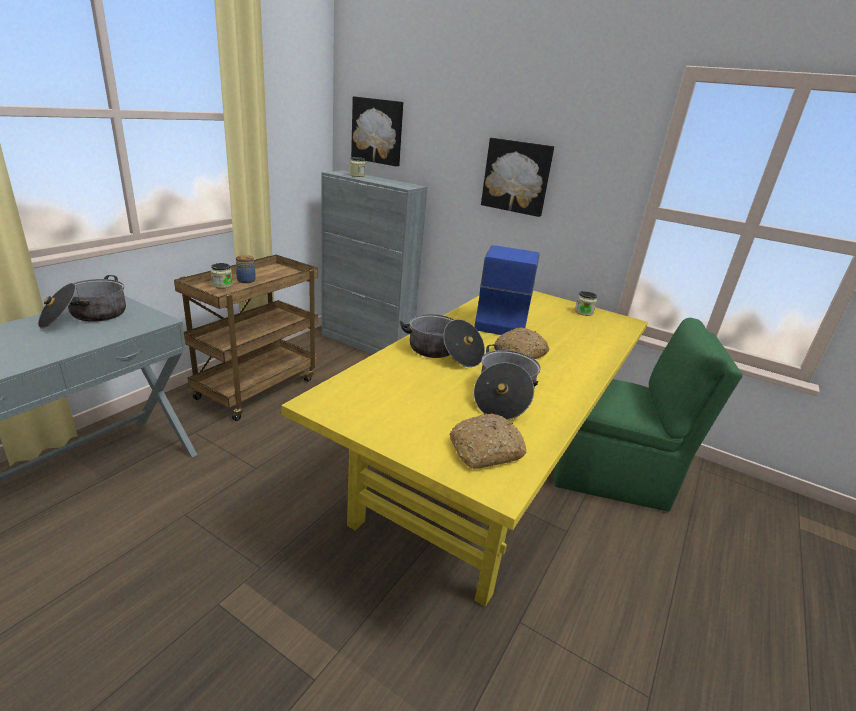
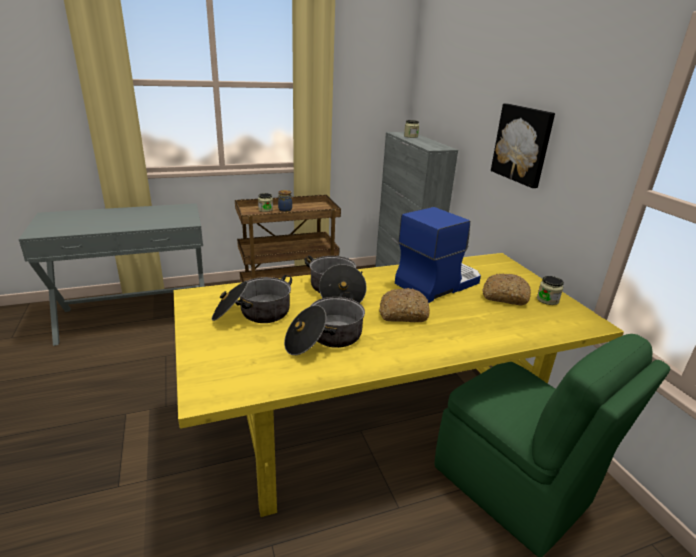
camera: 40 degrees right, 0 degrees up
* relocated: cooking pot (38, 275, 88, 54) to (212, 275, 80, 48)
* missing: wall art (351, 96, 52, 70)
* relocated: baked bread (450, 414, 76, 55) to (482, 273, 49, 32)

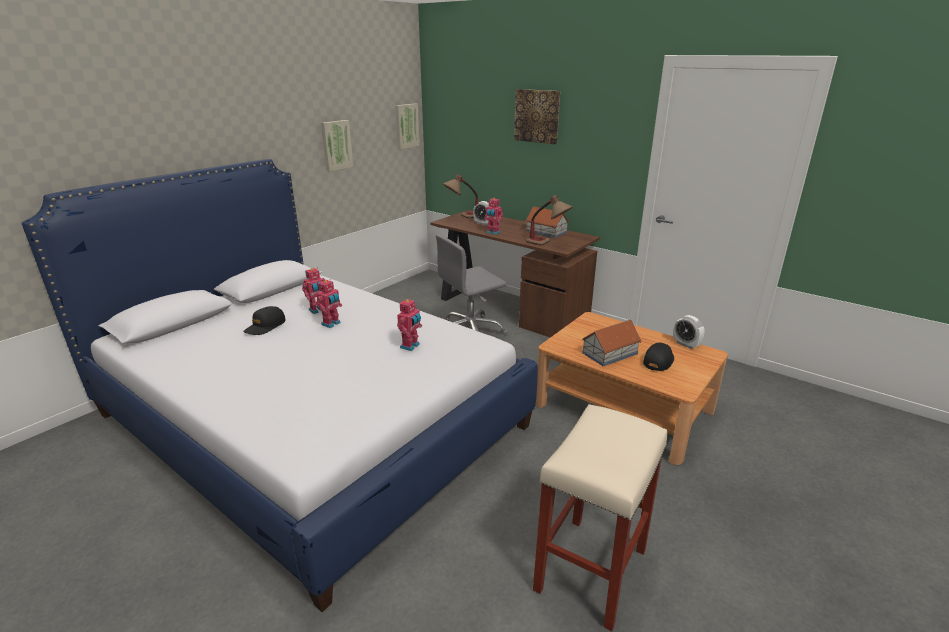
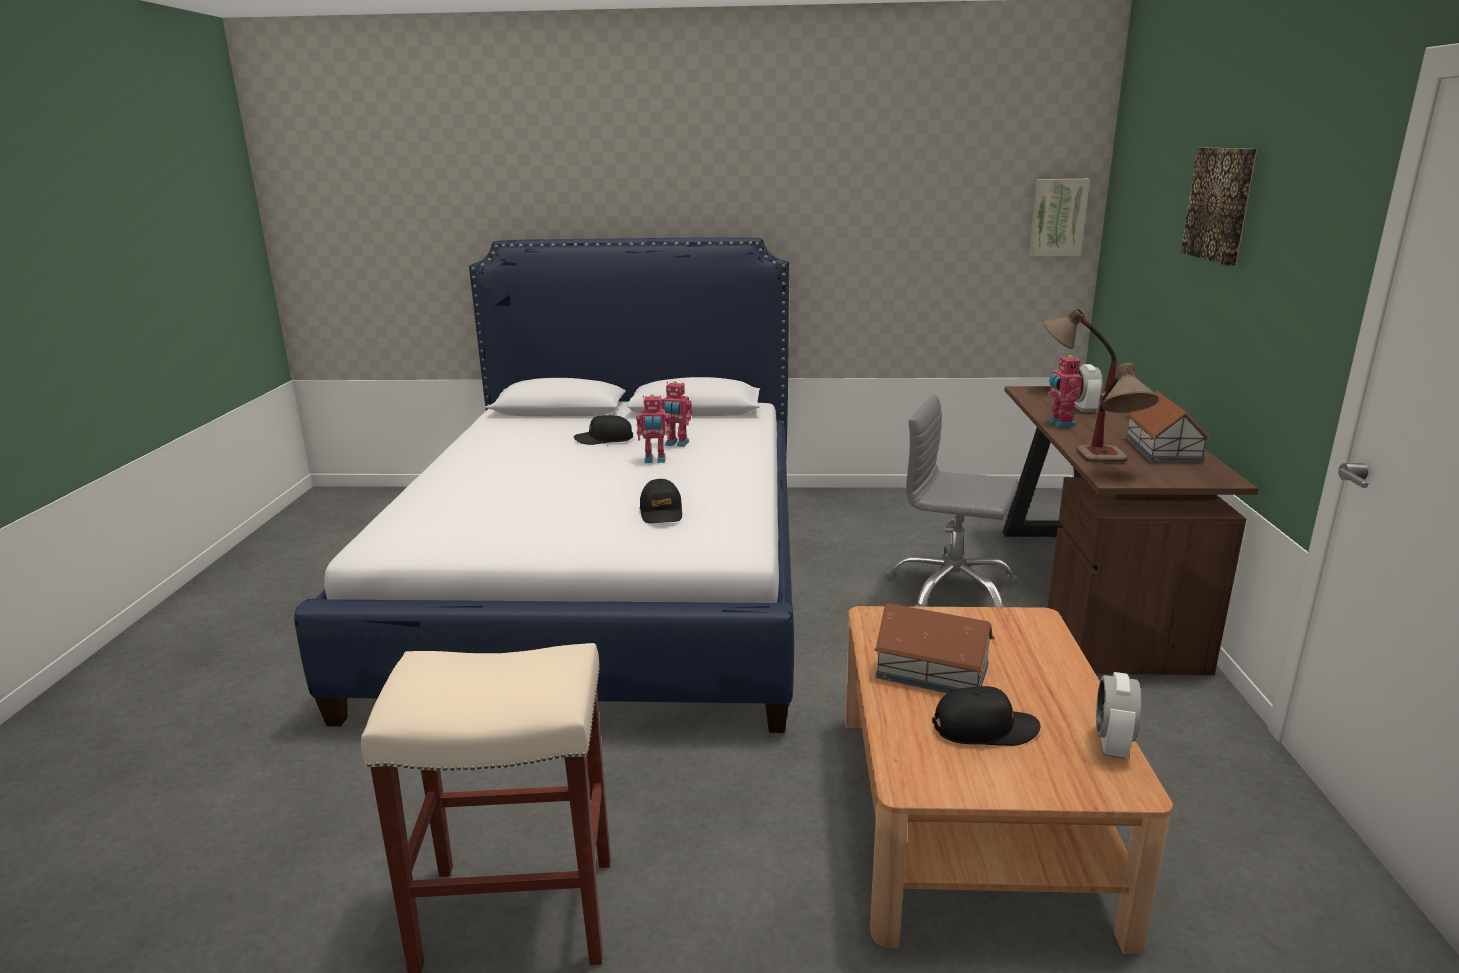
camera: 55 degrees right, 5 degrees down
* missing: wall art (321, 120, 32, 52)
* exchanged: robot figure (397, 298, 25, 53) to blackish cap (640, 479, 42, 44)

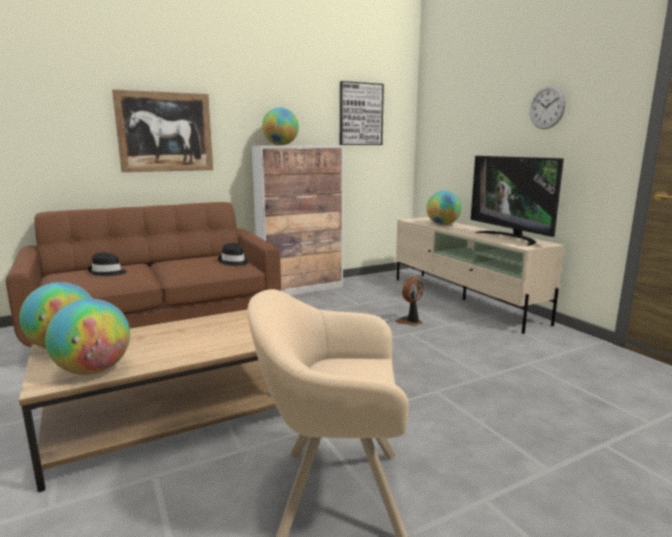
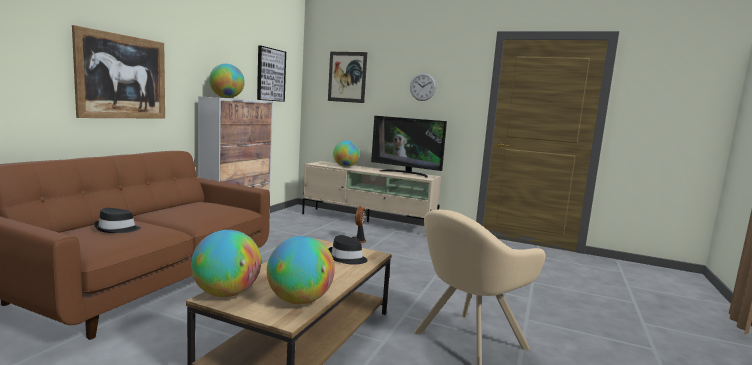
camera: 40 degrees left, 5 degrees down
* relocated: blackish wearable hat (218, 243, 31, 23) to (329, 235, 39, 30)
* appeared: wall art (328, 52, 39, 51)

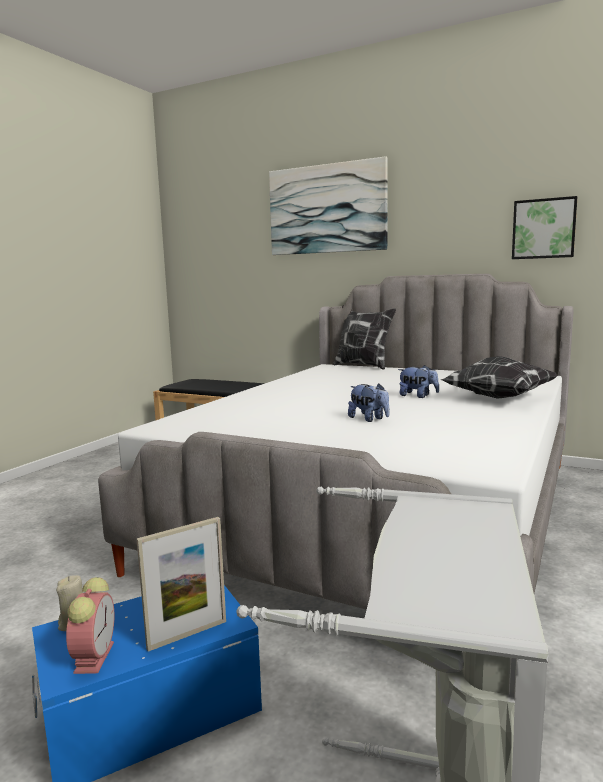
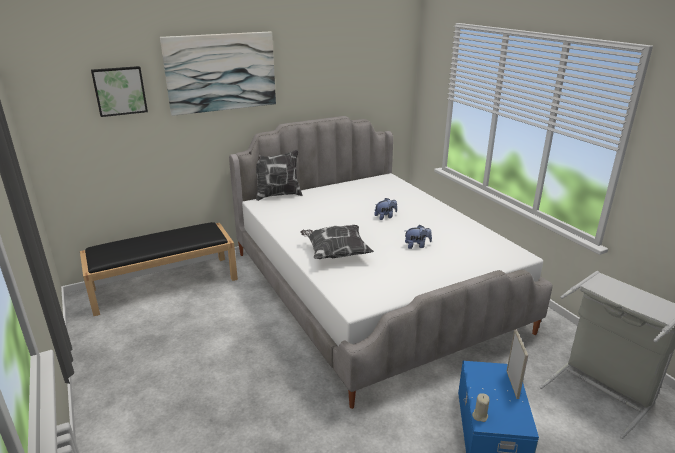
camera: 55 degrees left, 15 degrees up
* missing: table clock (66, 577, 48, 97)
* relocated: throw pillow (441, 356, 117, 43) to (300, 225, 74, 34)
* relocated: wall art (512, 196, 65, 63) to (91, 66, 57, 51)

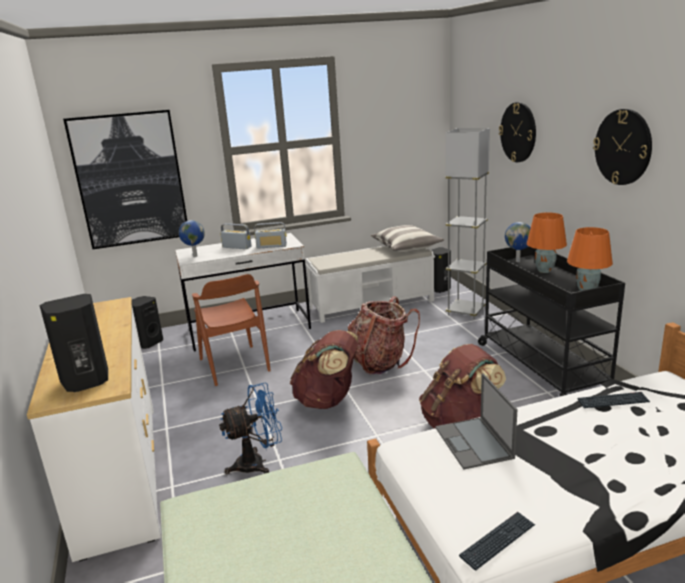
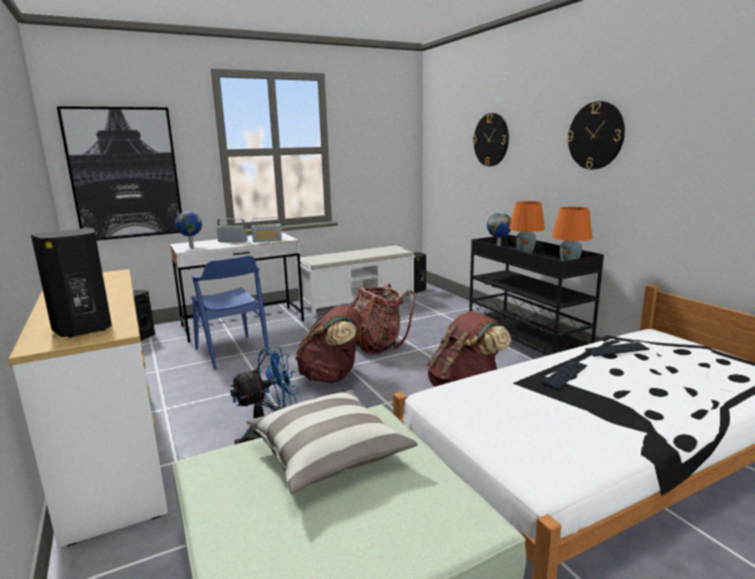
camera: 10 degrees left, 5 degrees down
* colour: brownish upright chair (192, 274, 79, 112) to blue upright chair (191, 256, 79, 114)
* relocated: throw pillow (370, 225, 74, 27) to (246, 390, 172, 104)
* missing: portable computer (435, 373, 83, 97)
* missing: greyish floor lamp (446, 128, 44, 192)
* relocated: keyboard (459, 512, 76, 58) to (542, 360, 46, 30)

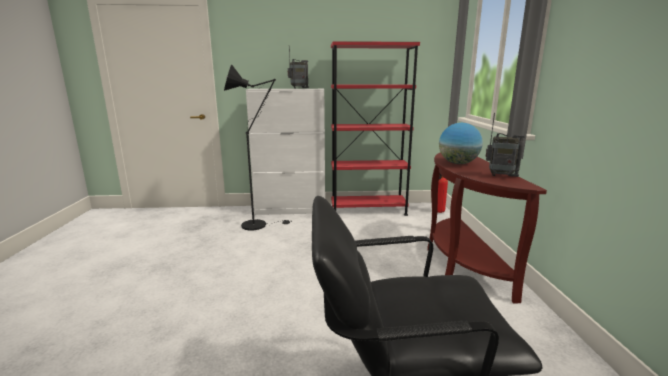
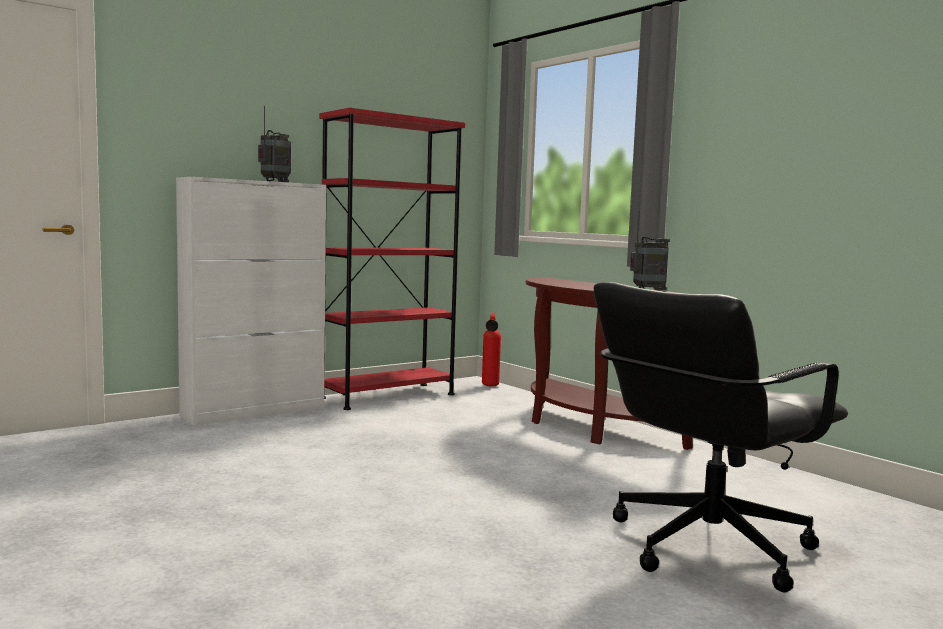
camera: 35 degrees left, 10 degrees down
* missing: blackish floor lamp (224, 64, 68, 166)
* missing: desk globe (439, 123, 44, 41)

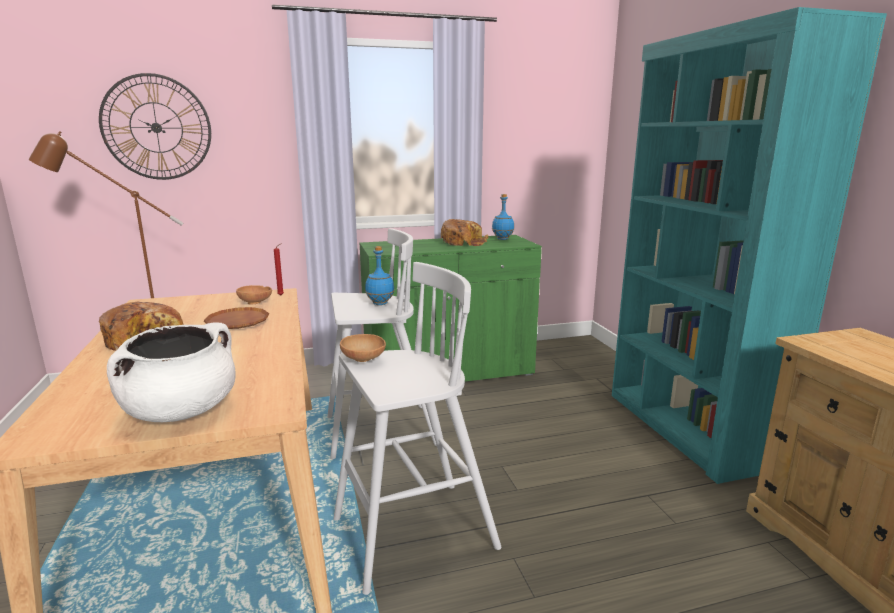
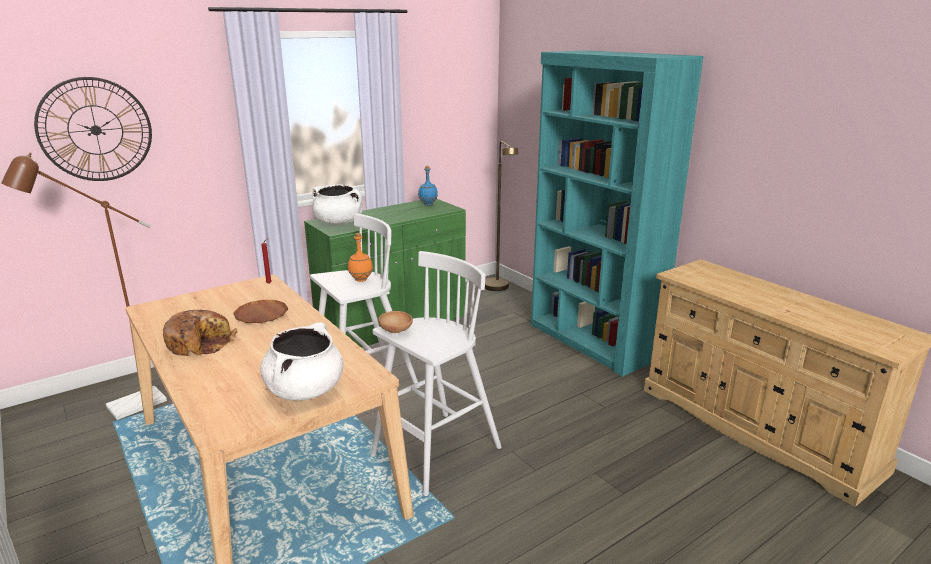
camera: 20 degrees left, 5 degrees up
* missing: brownish deep dish (236, 285, 36, 20)
* colour: blue bottle (365, 246, 29, 59) to orange bottle (348, 233, 25, 49)
* missing: baked bread (441, 219, 47, 27)
* appeared: white cooking pot (312, 184, 50, 40)
* appeared: brownish floor lamp (485, 141, 33, 150)

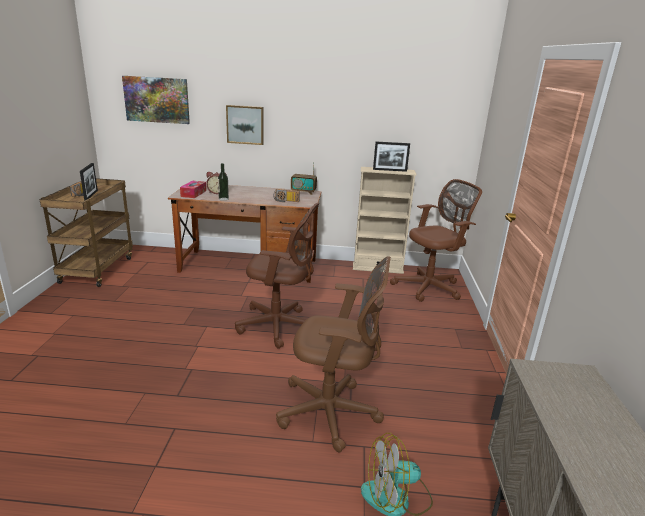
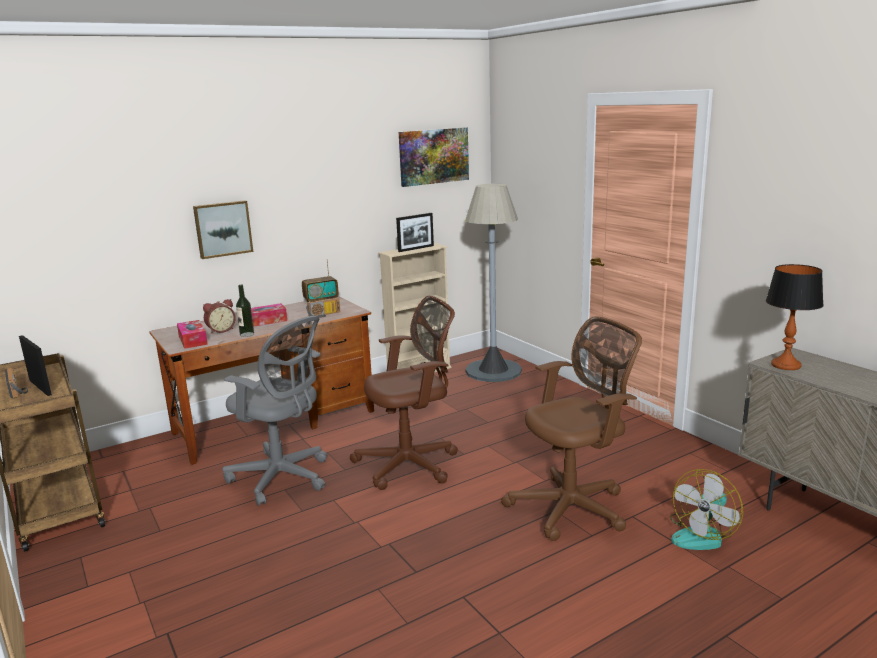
camera: 35 degrees left, 5 degrees down
* relocated: wall art (122, 76, 68, 48) to (399, 127, 70, 60)
* exchanged: brownish computer chair (390, 179, 92, 123) to greyish floor lamp (465, 184, 57, 198)
* appeared: greyish computer chair (222, 316, 105, 190)
* appeared: tissue holder (251, 303, 36, 24)
* appeared: tabletop lamp (766, 264, 58, 106)

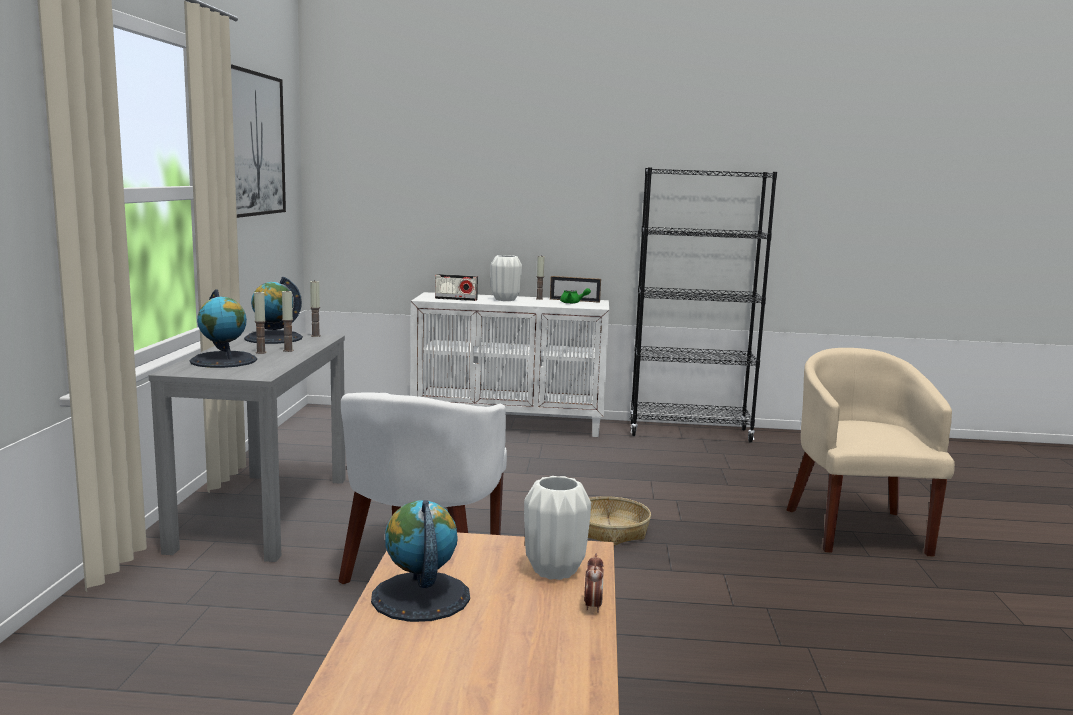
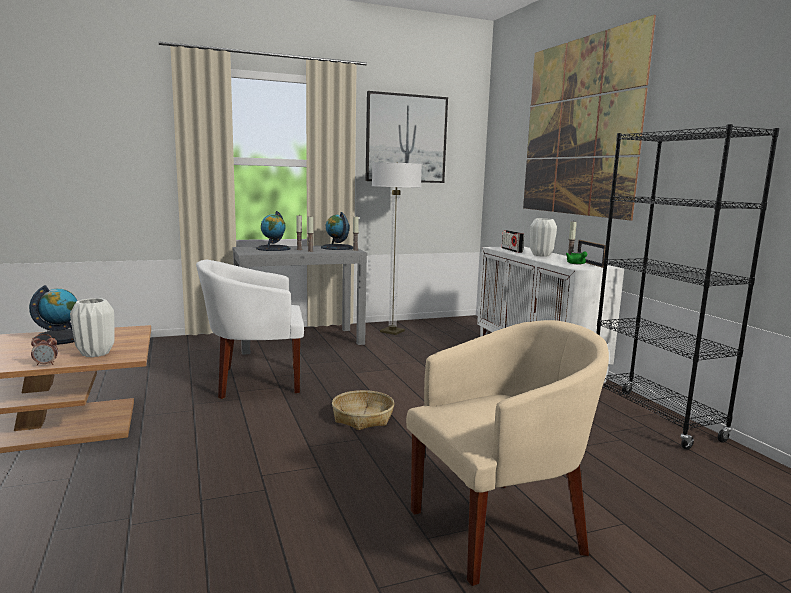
camera: 65 degrees right, 0 degrees up
* appeared: floor lamp (372, 162, 50, 173)
* appeared: wall art (523, 15, 133, 206)

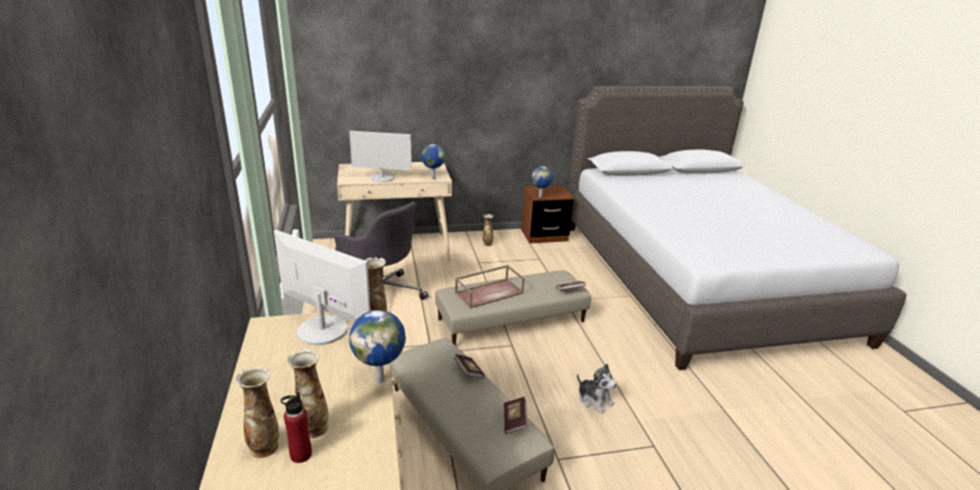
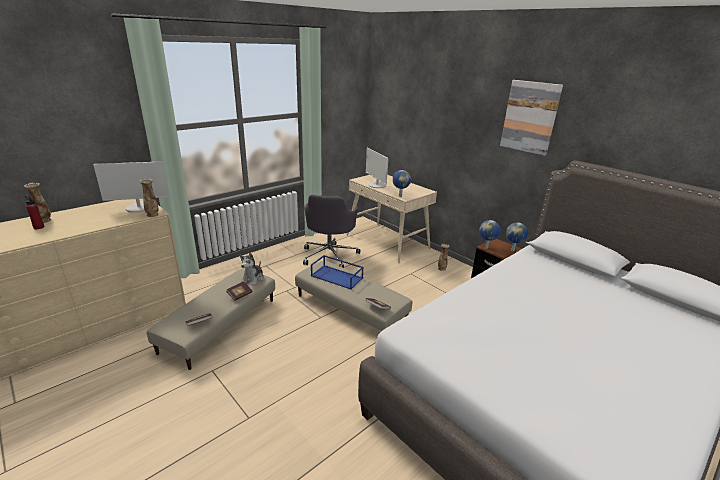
camera: 60 degrees right, 0 degrees up
* spun: computer screen (274, 230, 97, 115) = (93, 161, 77, 52) 75 degrees clockwise
* missing: flower vase (287, 349, 41, 89)
* relocated: desk globe (349, 310, 57, 73) to (506, 222, 22, 29)
* colour: brownish tray (455, 265, 70, 44) to blue tray (311, 255, 53, 34)
* relocated: cuddly toy (577, 363, 40, 51) to (240, 253, 24, 33)
* appeared: wall art (500, 80, 63, 76)

